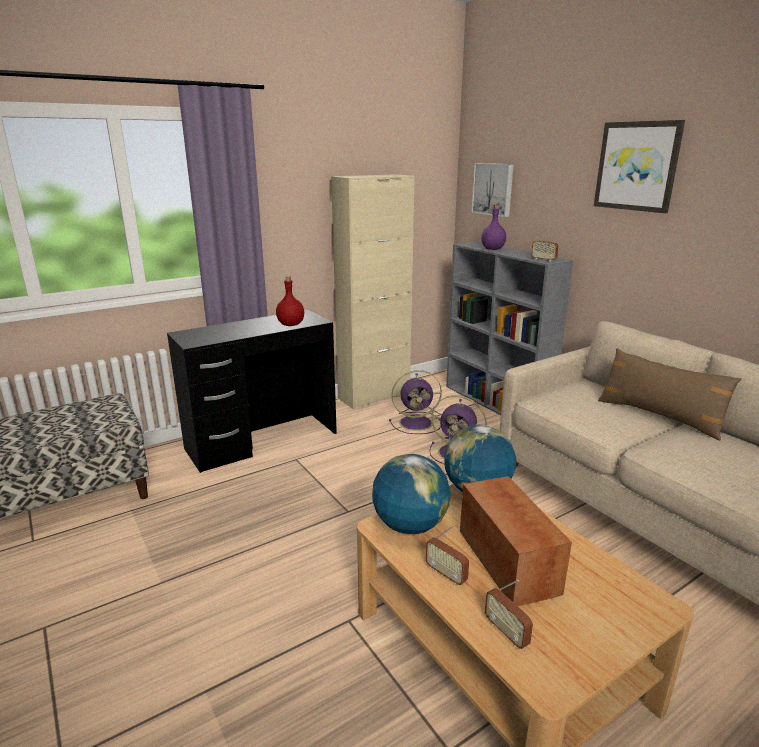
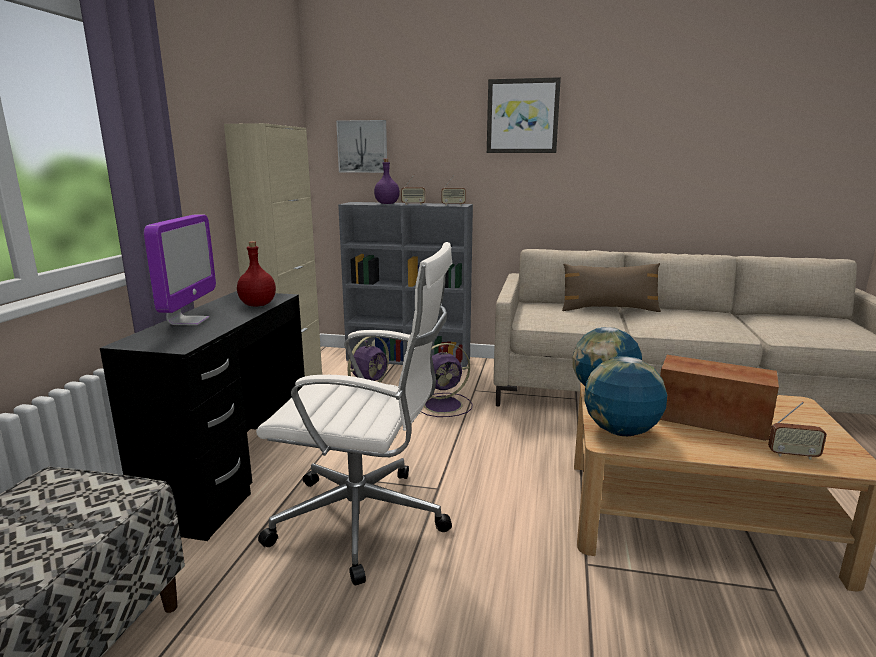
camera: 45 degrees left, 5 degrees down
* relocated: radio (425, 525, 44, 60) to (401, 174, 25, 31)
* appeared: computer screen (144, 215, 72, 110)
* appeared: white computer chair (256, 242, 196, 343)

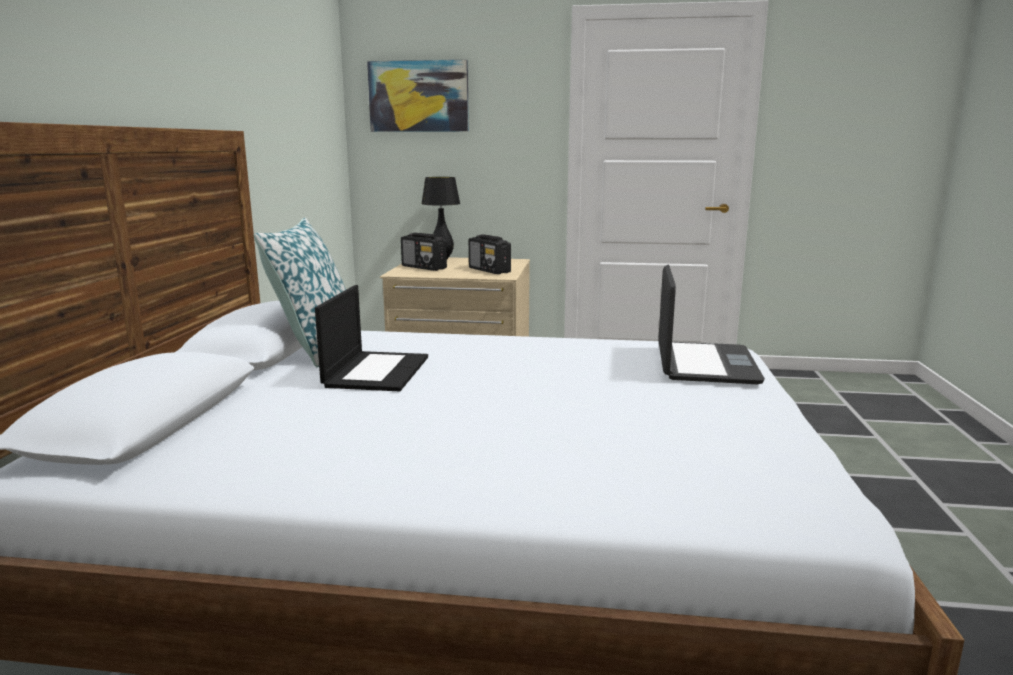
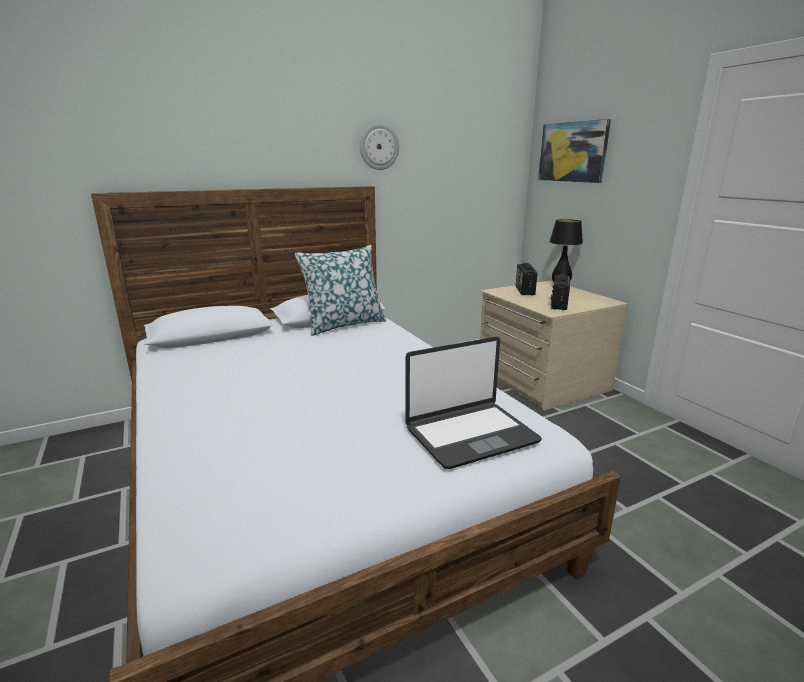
camera: 55 degrees right, 5 degrees up
* missing: portable computer (315, 285, 113, 106)
* appeared: wall clock (360, 123, 39, 47)

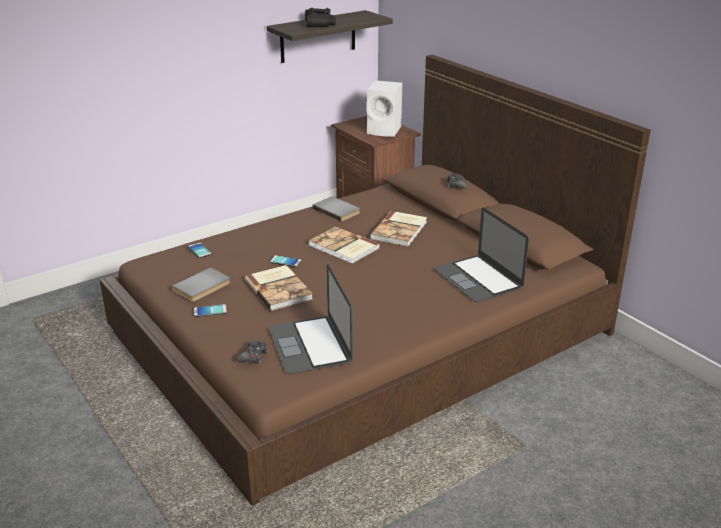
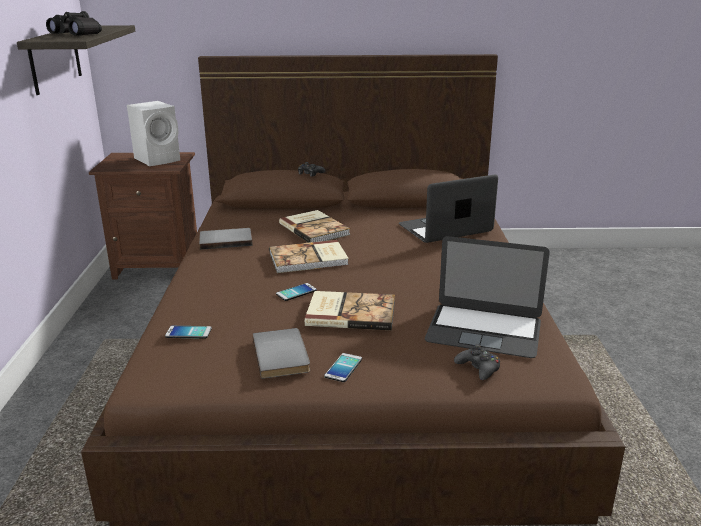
camera: 55 degrees left, 5 degrees down
* spun: portable computer (434, 208, 95, 94) = (399, 174, 99, 69) 150 degrees clockwise

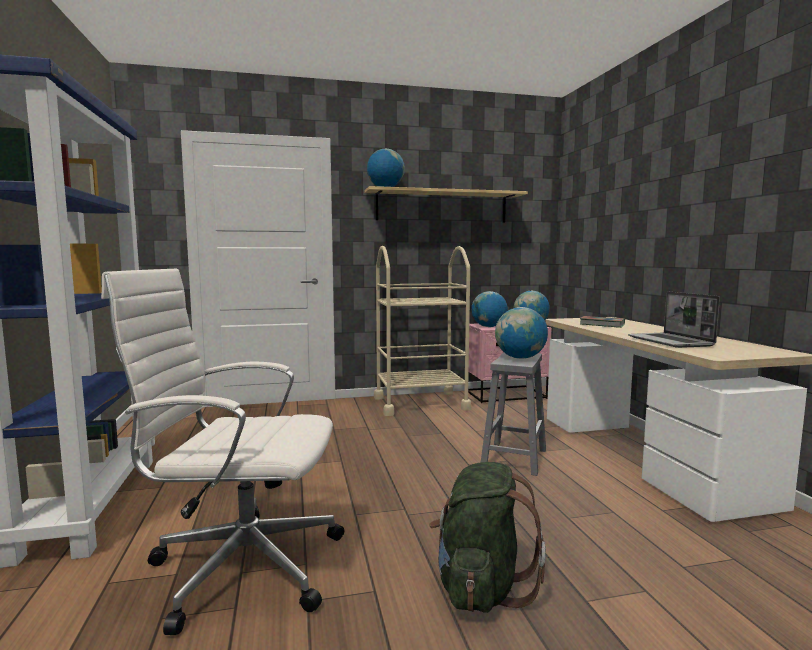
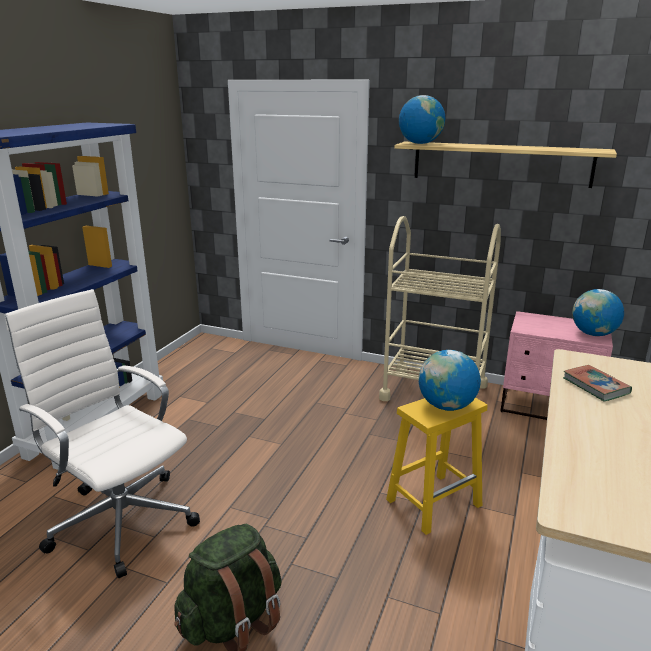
camera: 35 degrees right, 15 degrees up
* missing: desk globe (471, 291, 37, 36)
* colour: greyish sitting stool (481, 352, 65, 124) to yellow-coloured sitting stool (386, 398, 102, 137)
* missing: portable computer (628, 292, 92, 56)

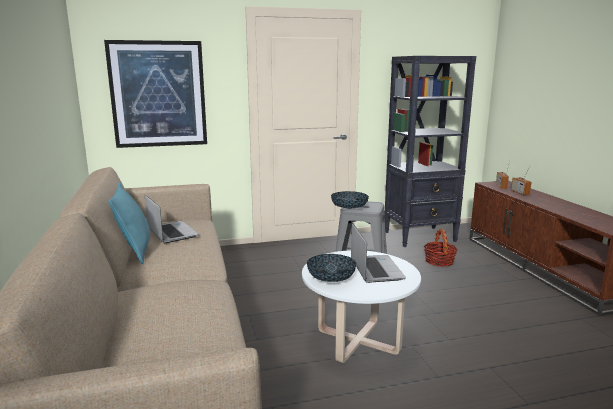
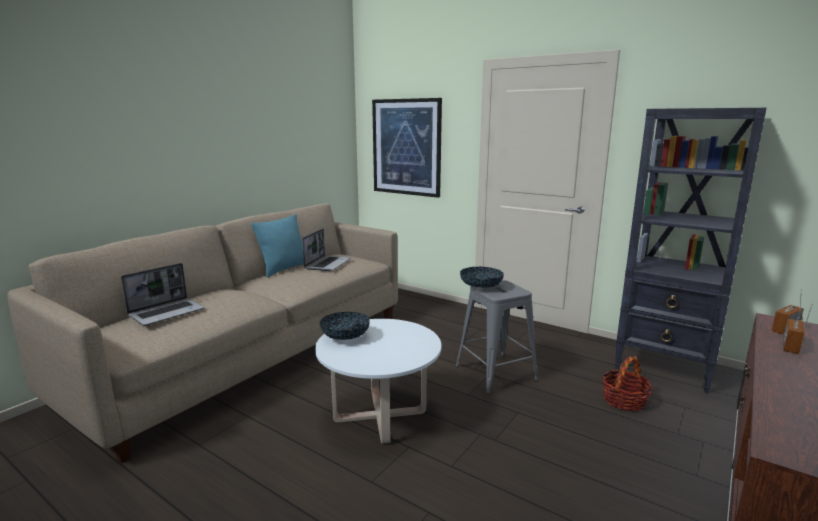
camera: 50 degrees right, 0 degrees up
* relocated: portable computer (351, 223, 55, 60) to (121, 263, 84, 63)

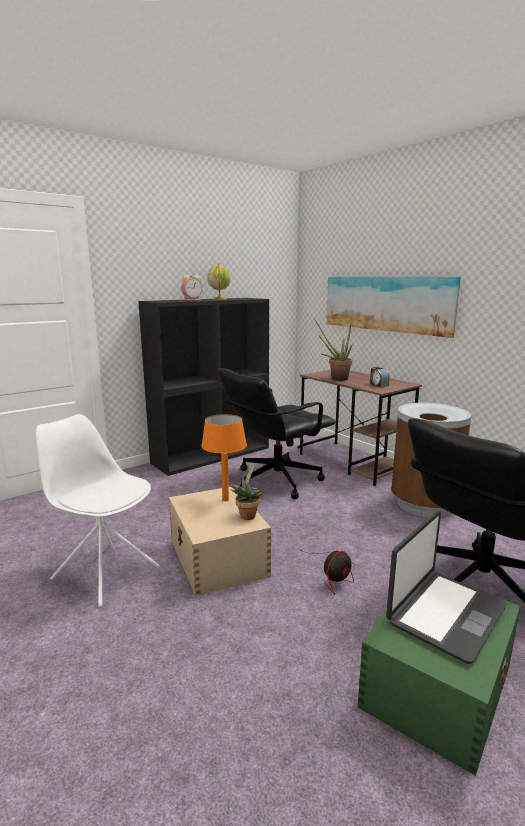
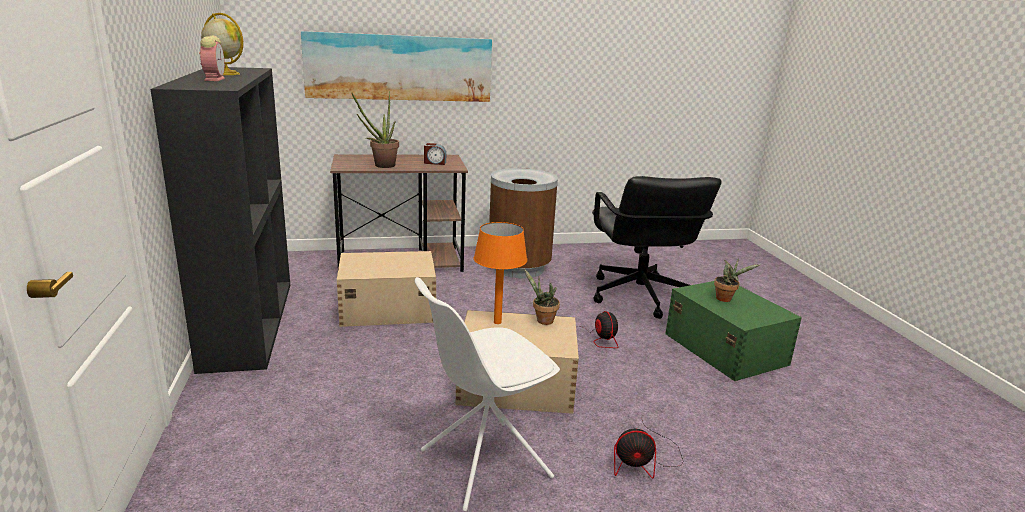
camera: 65 degrees left, 5 degrees up
* exchanged: blackish computer chair (218, 368, 118, 131) to beige-coloured storage container (337, 251, 99, 76)
* exchanged: portable computer (386, 511, 121, 153) to plant in a pot (714, 258, 46, 44)
* appeared: cooling fan (614, 417, 69, 61)

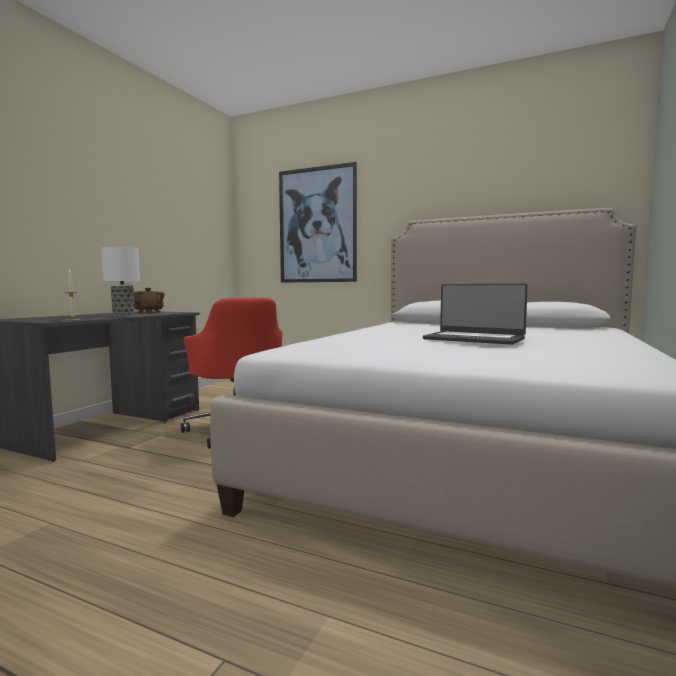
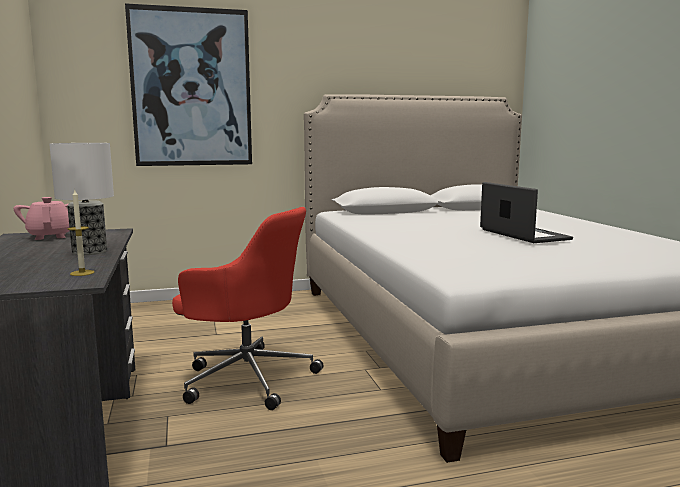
camera: 40 degrees left, 5 degrees up
* colour: brownish tea pot (134, 288, 30, 25) to pink tea pot (13, 197, 57, 43)
* spun: portable computer (423, 283, 105, 62) = (480, 182, 93, 61) 105 degrees counterclockwise

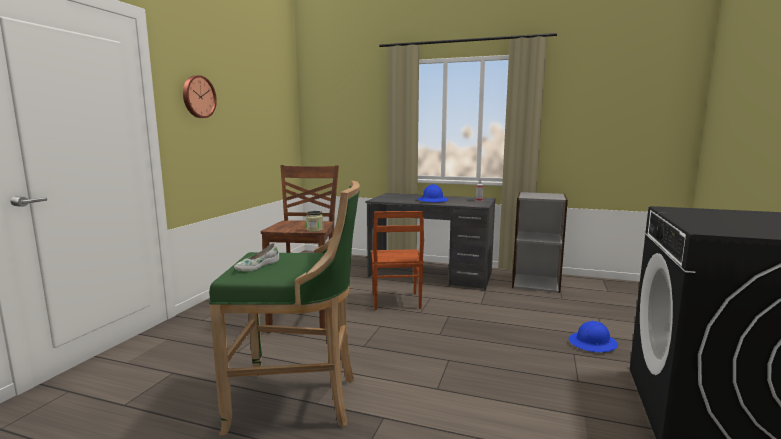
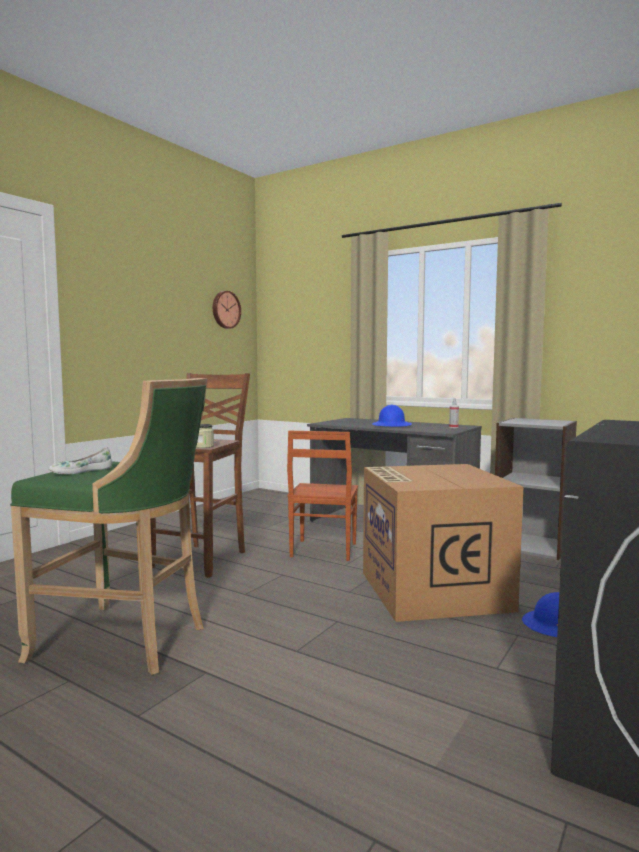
camera: 15 degrees right, 5 degrees down
* relocated: wall clock (183, 75, 34, 43) to (213, 291, 28, 38)
* appeared: packing box (363, 464, 160, 158)

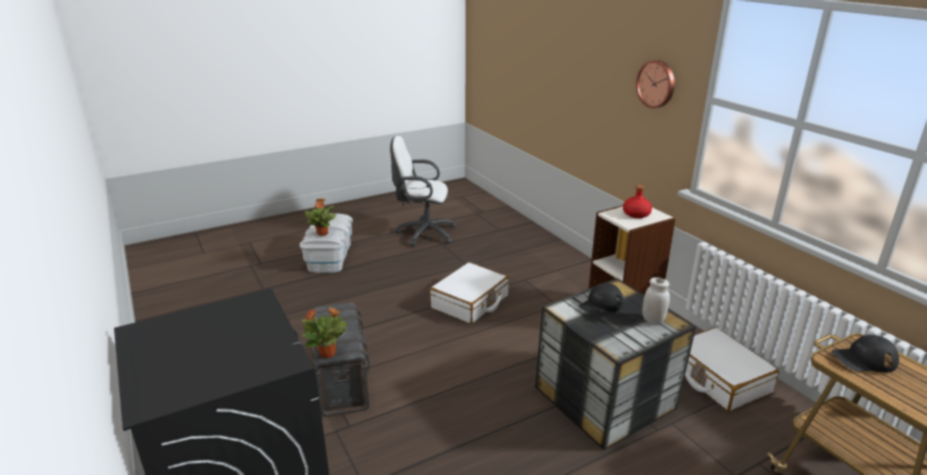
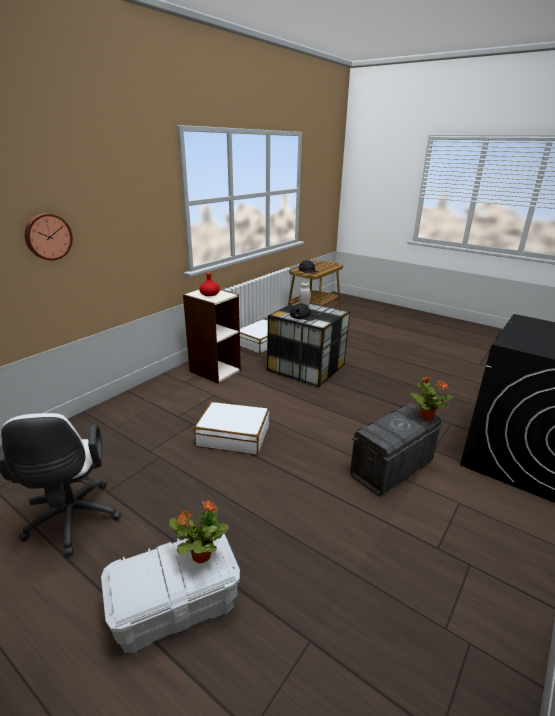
camera: 115 degrees left, 0 degrees up
* relocated: wall clock (636, 60, 39, 48) to (25, 213, 48, 47)

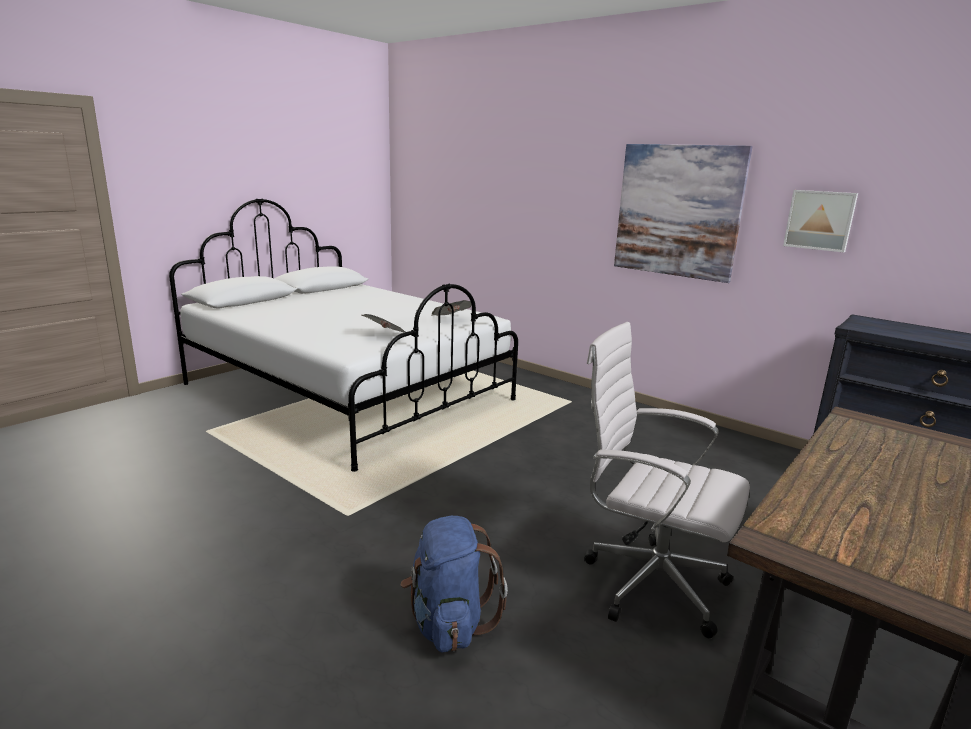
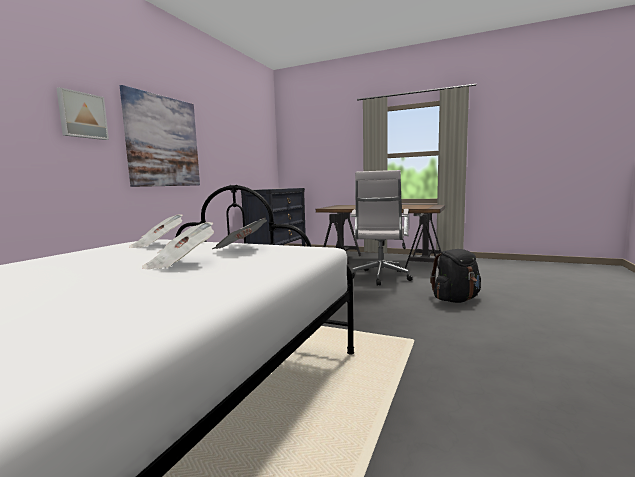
camera: 105 degrees left, 10 degrees down
* colour: blue knapsack (400, 516, 108, 136) to blackish knapsack (430, 249, 51, 54)
* relocated: wall art (783, 190, 75, 62) to (56, 87, 53, 53)
* appeared: printed paper (142, 222, 72, 47)

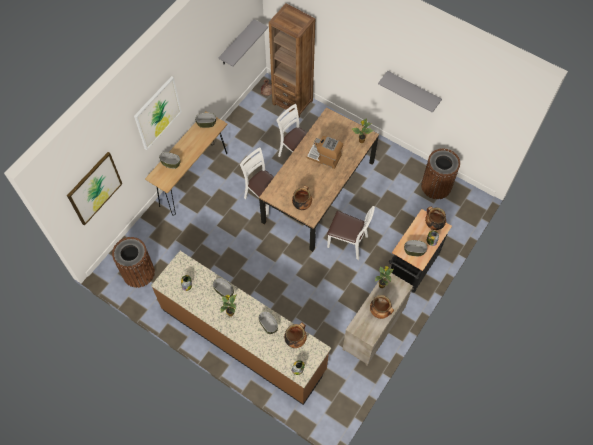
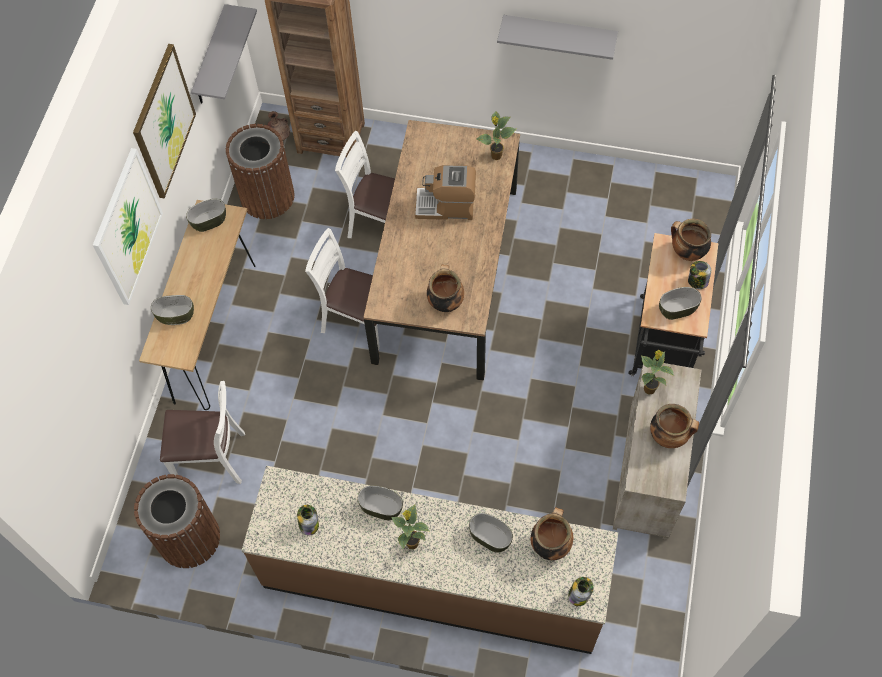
camera: 20 degrees left, 0 degrees up
* relocated: wall art (67, 152, 55, 74) to (133, 44, 63, 155)
* relocated: white upright chair (327, 206, 48, 54) to (160, 381, 85, 103)
* relocated: brownish trash can (421, 148, 39, 51) to (226, 124, 69, 95)

